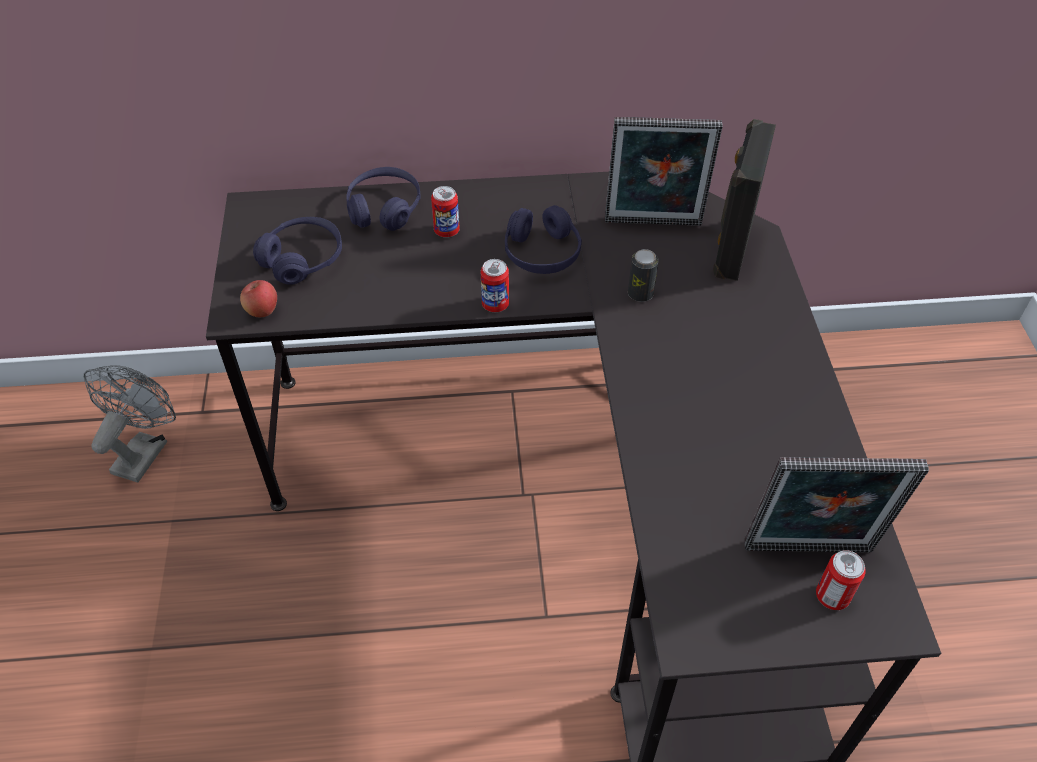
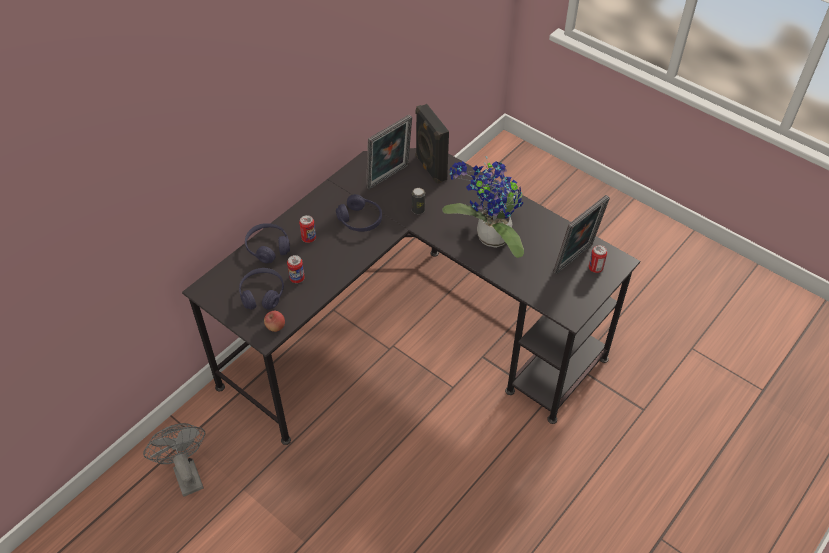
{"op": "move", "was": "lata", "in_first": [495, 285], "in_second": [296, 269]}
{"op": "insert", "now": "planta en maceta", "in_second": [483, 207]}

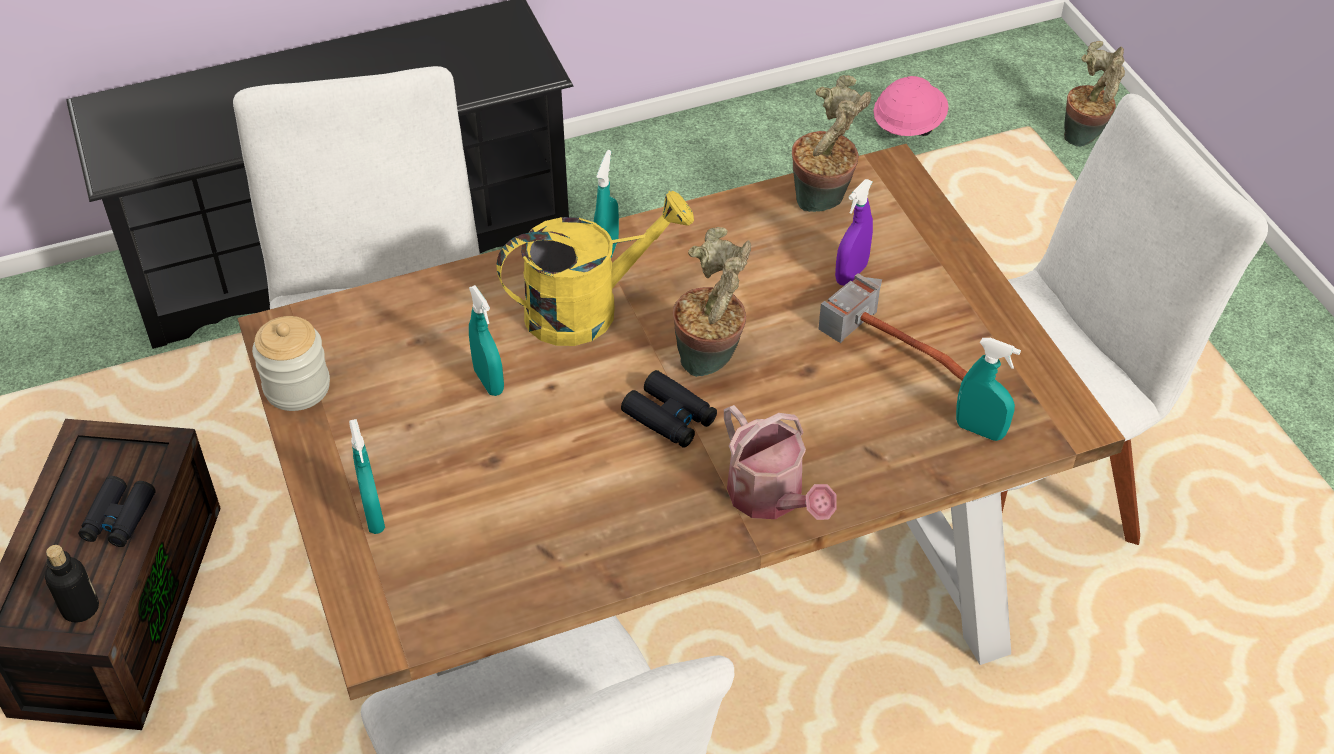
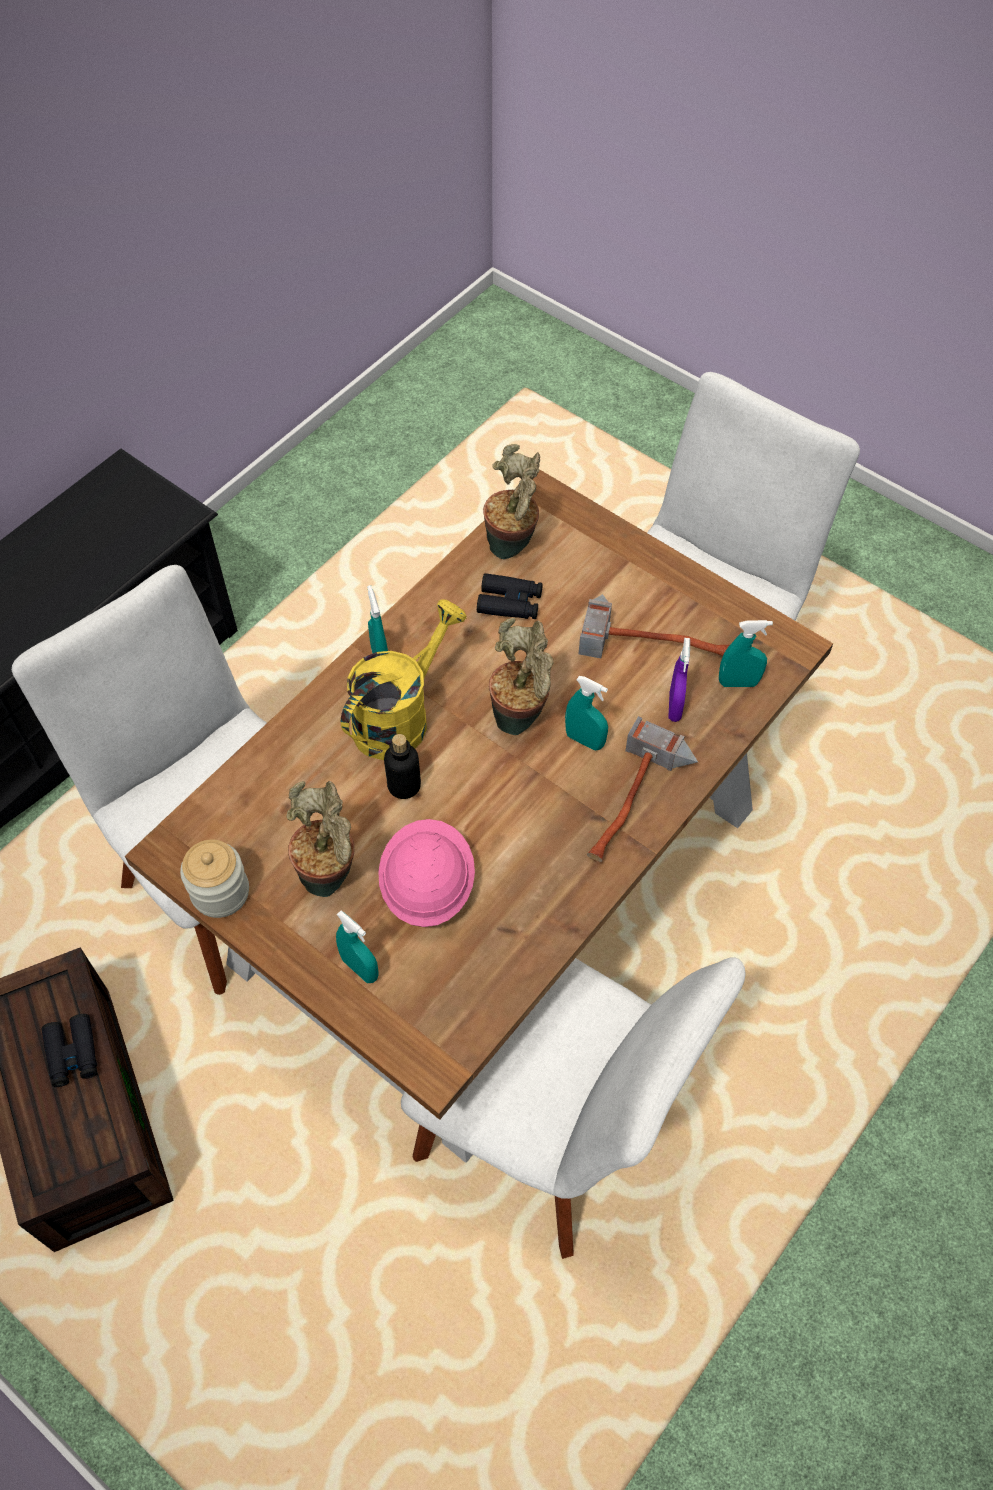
{"op": "move", "was": "planta en maceta", "in_first": [1094, 94], "in_second": [320, 839]}
{"op": "move", "was": "casco [rosa]", "in_first": [911, 106], "in_second": [426, 873]}
{"op": "move", "was": "pulverizador [morado]", "in_first": [854, 232], "in_second": [679, 680]}
{"op": "move", "was": "pulverizador [turquesa]", "in_first": [486, 340], "in_second": [586, 713]}
{"op": "move", "was": "prismáticos [negro]", "in_first": [669, 409], "in_second": [510, 596]}
{"op": "replace", "was": "regadera", "now": "martillo", "in_first": [780, 462], "in_second": [642, 789]}
{"op": "move", "was": "botella", "in_first": [72, 584], "in_second": [402, 766]}

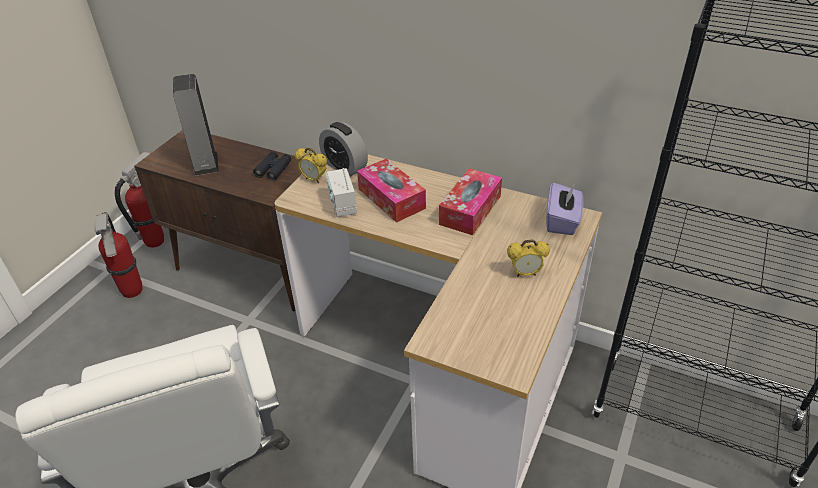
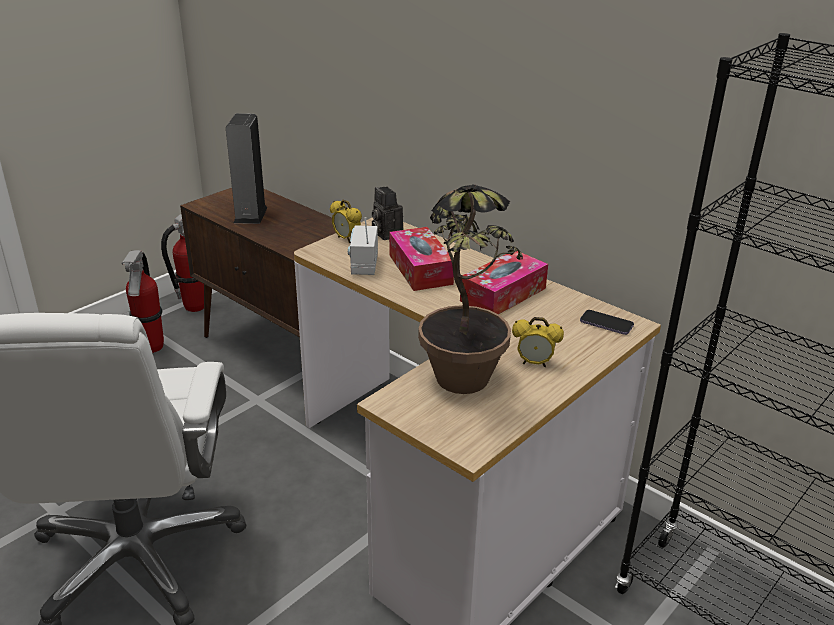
{"op": "replace", "was": "despertador", "now": "cámara", "in_first": [343, 149], "in_second": [387, 213]}
{"op": "delete", "was": "prismáticos [negro]", "in_first": [272, 166]}
{"op": "replace", "was": "caja de pañuelos [morado]", "now": "móvil", "in_first": [564, 209], "in_second": [607, 322]}
{"op": "insert", "now": "planta en maceta", "in_second": [470, 289]}

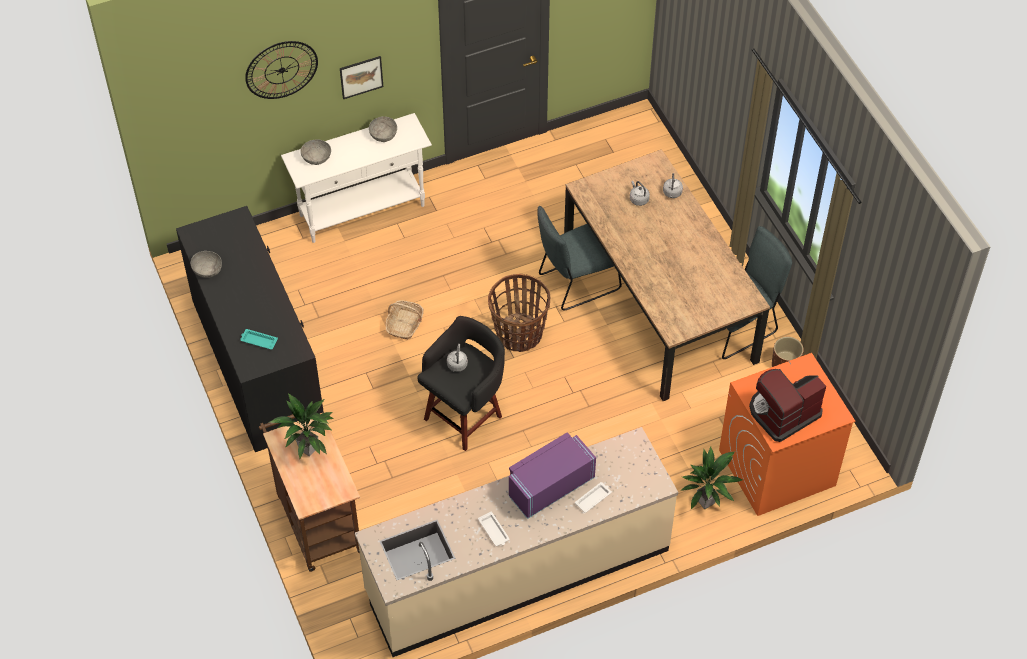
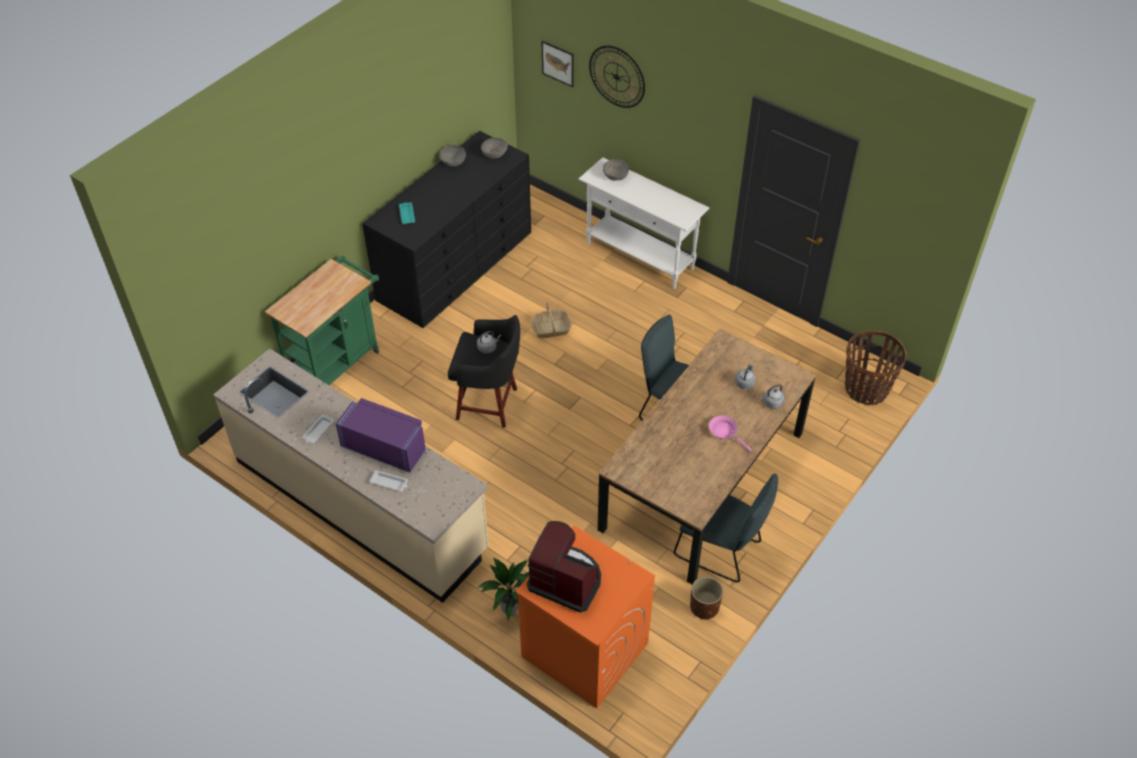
{"op": "move", "was": "cuadro", "in_first": [361, 77], "in_second": [558, 64]}
{"op": "move", "was": "cuenco [gris]", "in_first": [383, 129], "in_second": [494, 148]}
{"op": "move", "was": "cesta", "in_first": [519, 313], "in_second": [876, 367]}
{"op": "delete", "was": "planta en maceta", "in_first": [301, 426]}
{"op": "recolor", "was": "carrito [marrón]", "now": "carrito [verde]", "in_first": [309, 492], "in_second": [322, 320]}
{"op": "insert", "now": "sartén [rosa]", "in_second": [730, 433]}

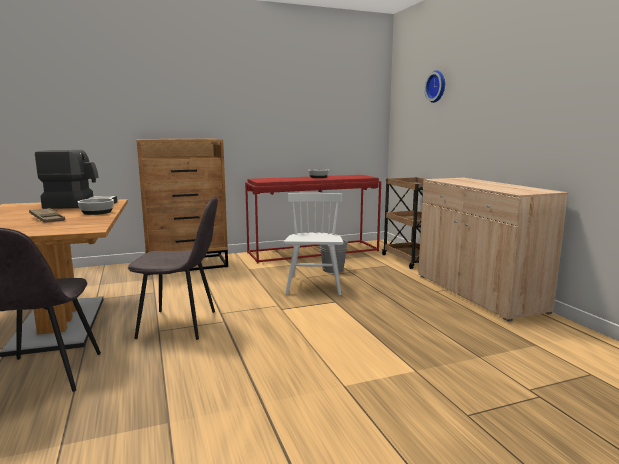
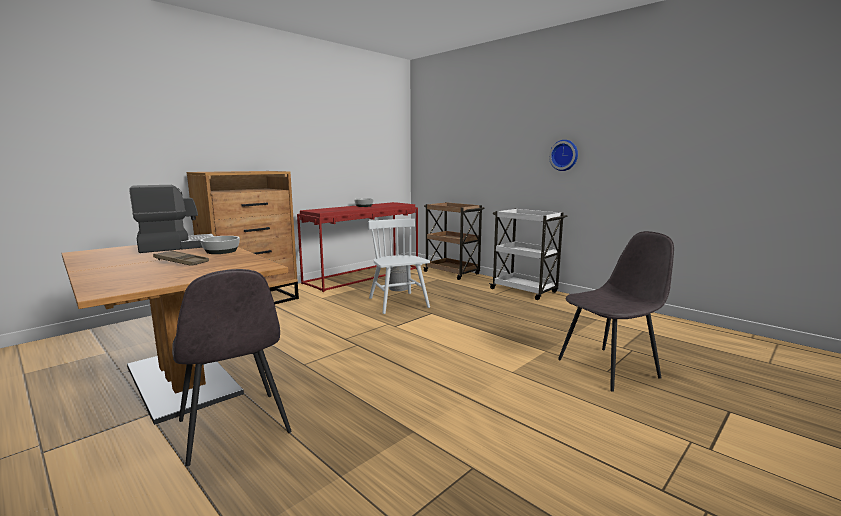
{"op": "move", "was": "reloj de pared", "in_first": [434, 86], "in_second": [563, 155]}
{"op": "replace", "was": "armario [beis]", "now": "carrito [blanco]", "in_first": [493, 250], "in_second": [528, 254]}
{"op": "move", "was": "silla [gris]", "in_first": [173, 268], "in_second": [616, 311]}

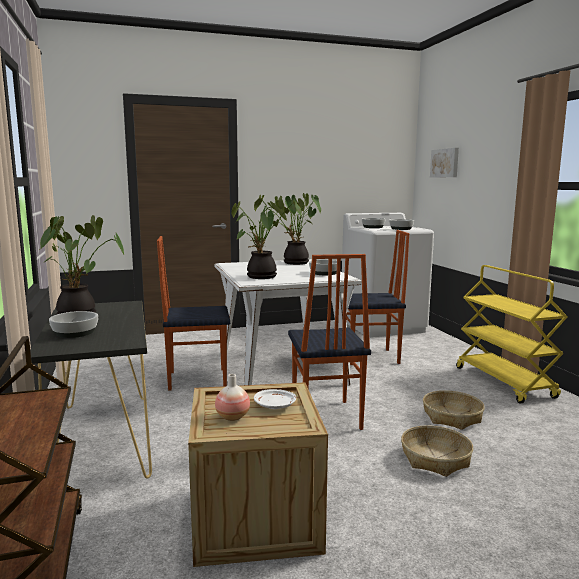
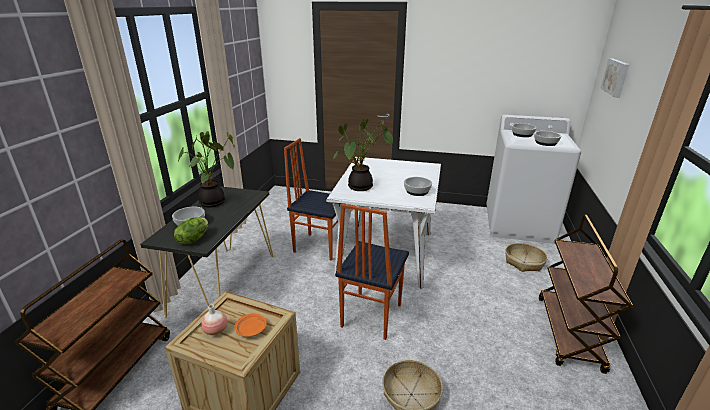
{"op": "delete", "was": "planta en maceta", "in_first": [292, 229]}
{"op": "delete", "was": "silla", "in_first": [377, 297]}
{"op": "recolor", "was": "carrito [amarillo]", "now": "carrito [marrón]", "in_first": [512, 334], "in_second": [586, 294]}
{"op": "recolor", "was": "plato [blanco]", "now": "plato [naranja]", "in_first": [275, 399], "in_second": [250, 325]}
{"op": "move", "was": "cesta", "in_first": [454, 410], "in_second": [526, 257]}
{"op": "insert", "now": "lechuga", "in_second": [191, 230]}

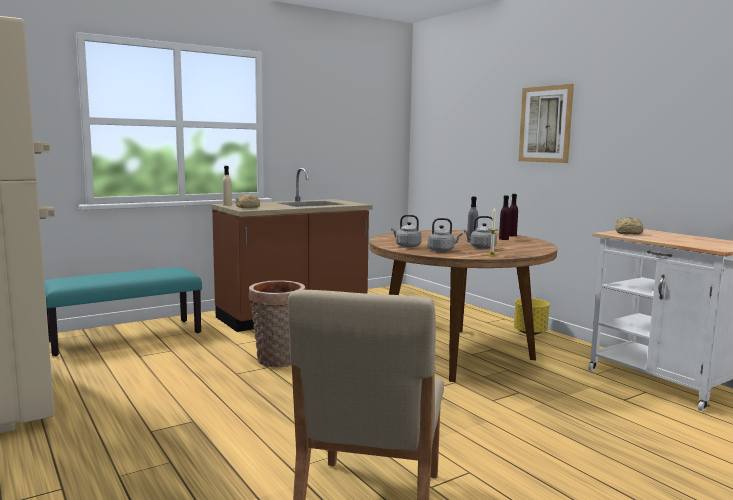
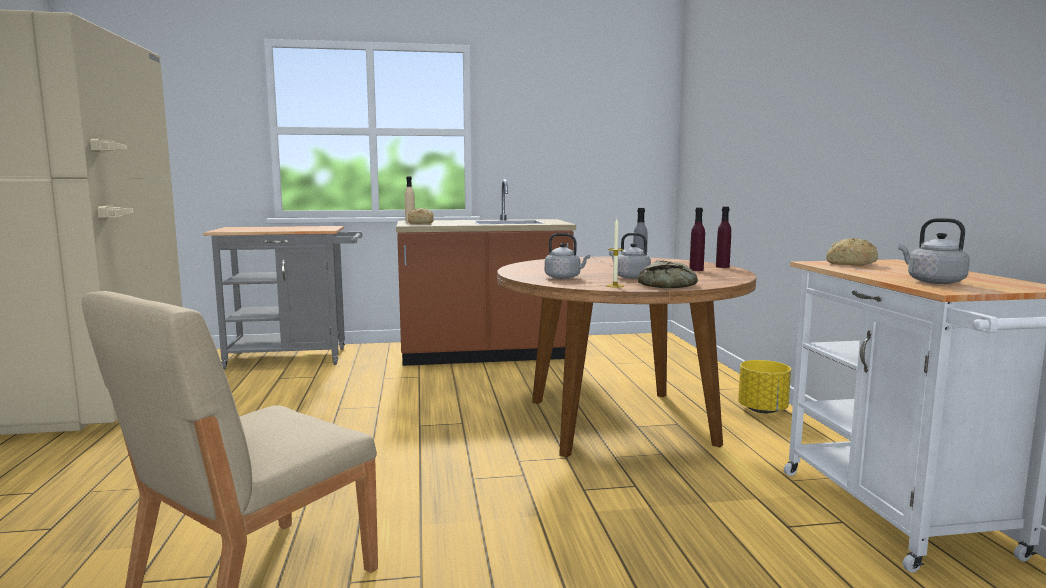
{"op": "delete", "was": "cuadro", "in_first": [546, 123]}
{"op": "move", "was": "hervidor [gris]", "in_first": [406, 231], "in_second": [934, 251]}
{"op": "replace", "was": "banco [turquesa]", "now": "carrito [gris]", "in_first": [123, 311], "in_second": [282, 297]}
{"op": "delete", "was": "cesta", "in_first": [277, 323]}
{"op": "insert", "now": "pan", "in_second": [668, 274]}

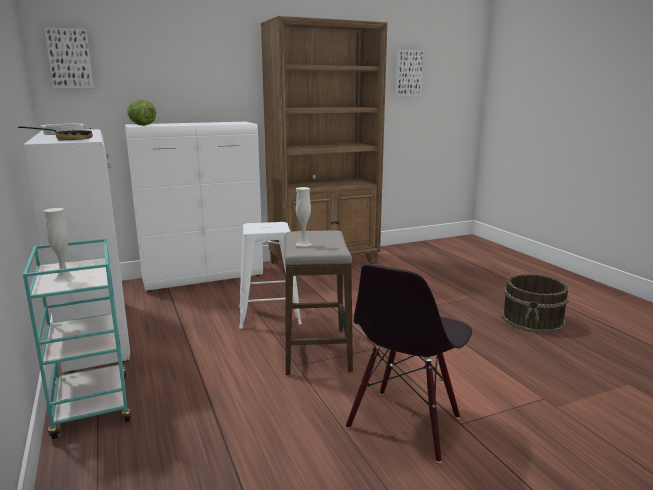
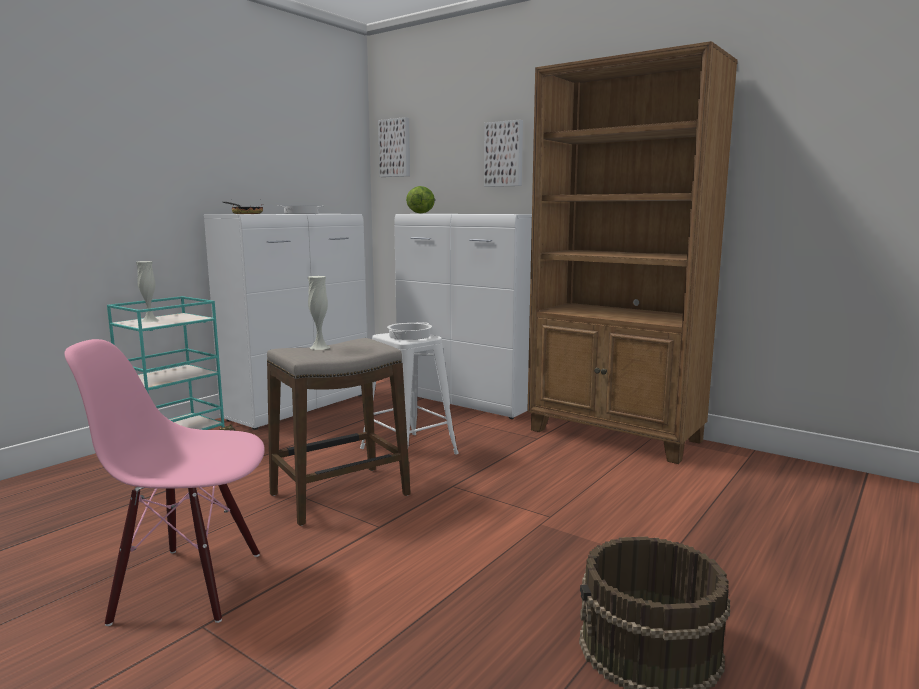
{"op": "move", "was": "cuadro", "in_first": [409, 73], "in_second": [503, 153]}
{"op": "recolor", "was": "silla [negro]", "now": "silla [rosa]", "in_first": [409, 363], "in_second": [164, 482]}
{"op": "insert", "now": "olla", "in_second": [409, 331]}

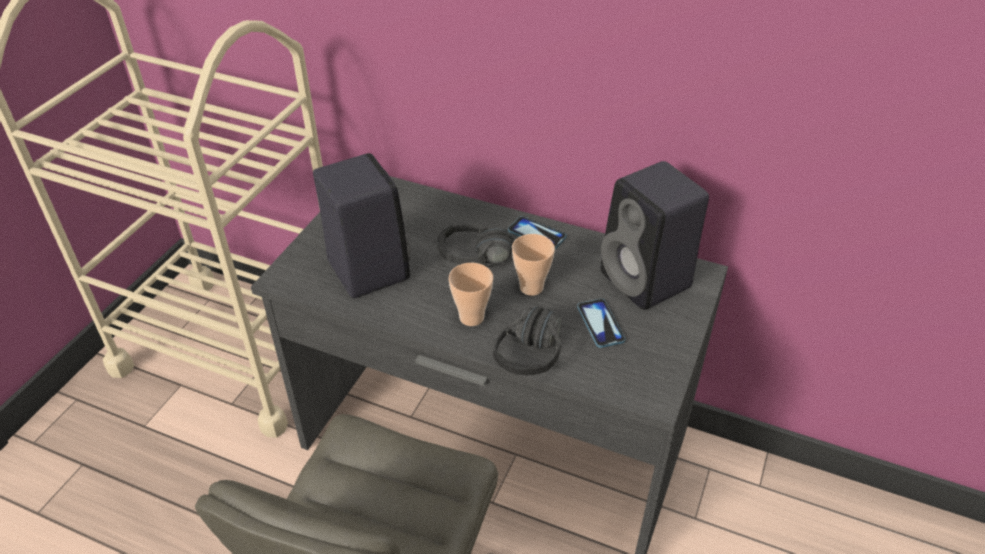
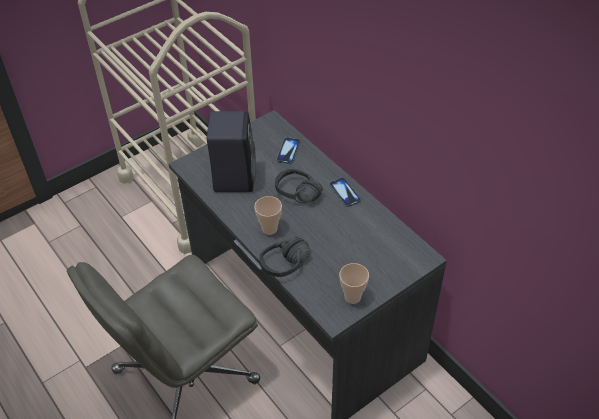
{"op": "delete", "was": "altavoz [negro]", "in_first": [654, 235]}
{"op": "move", "was": "taza", "in_first": [533, 265], "in_second": [354, 283]}
{"op": "move", "was": "móvil", "in_first": [601, 323], "in_second": [288, 150]}

